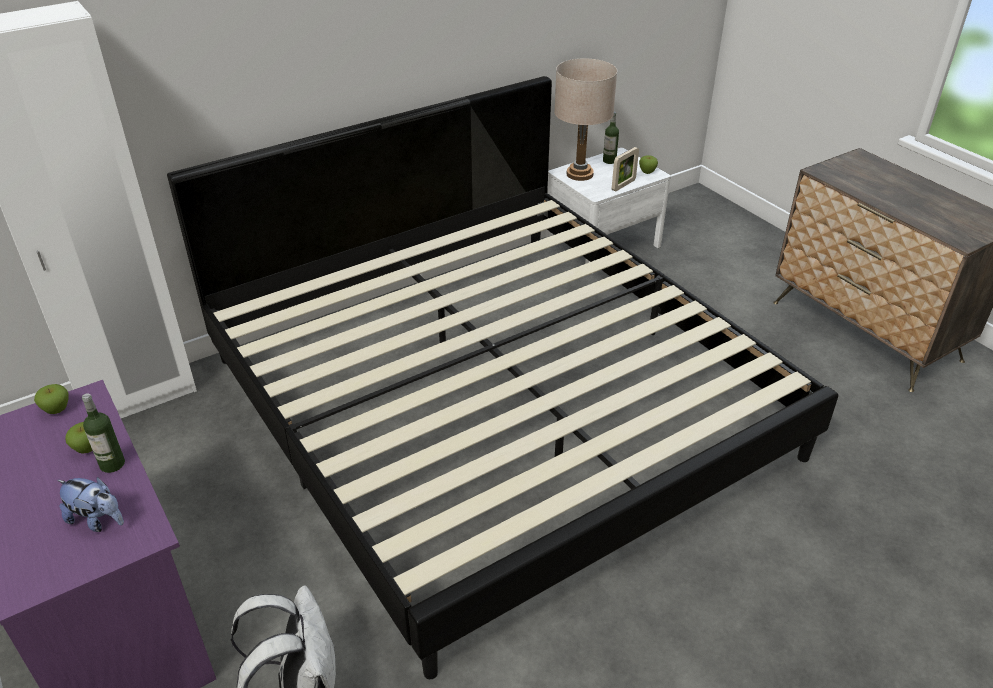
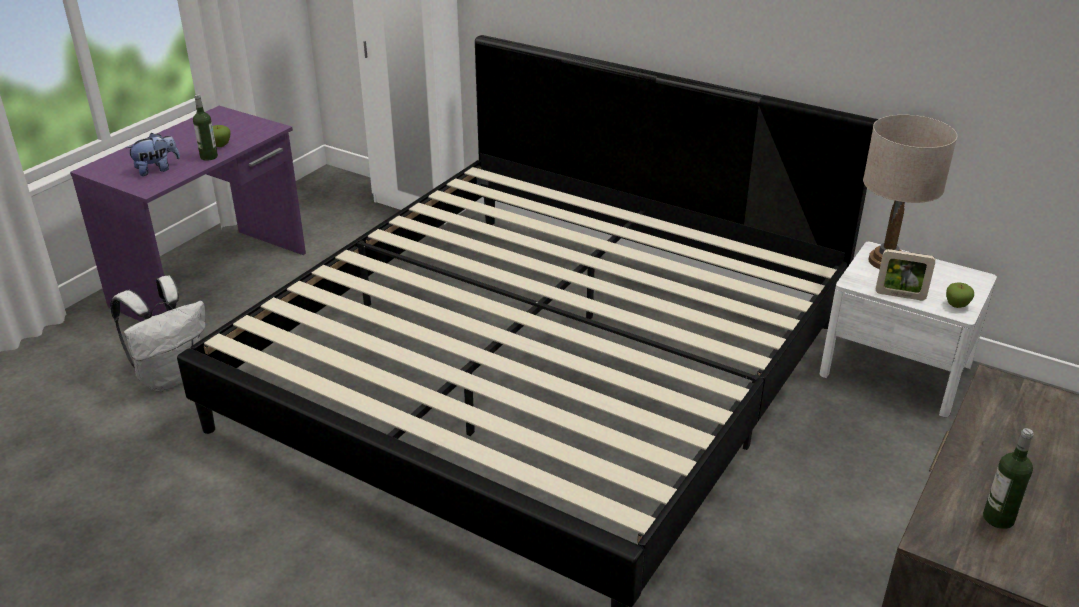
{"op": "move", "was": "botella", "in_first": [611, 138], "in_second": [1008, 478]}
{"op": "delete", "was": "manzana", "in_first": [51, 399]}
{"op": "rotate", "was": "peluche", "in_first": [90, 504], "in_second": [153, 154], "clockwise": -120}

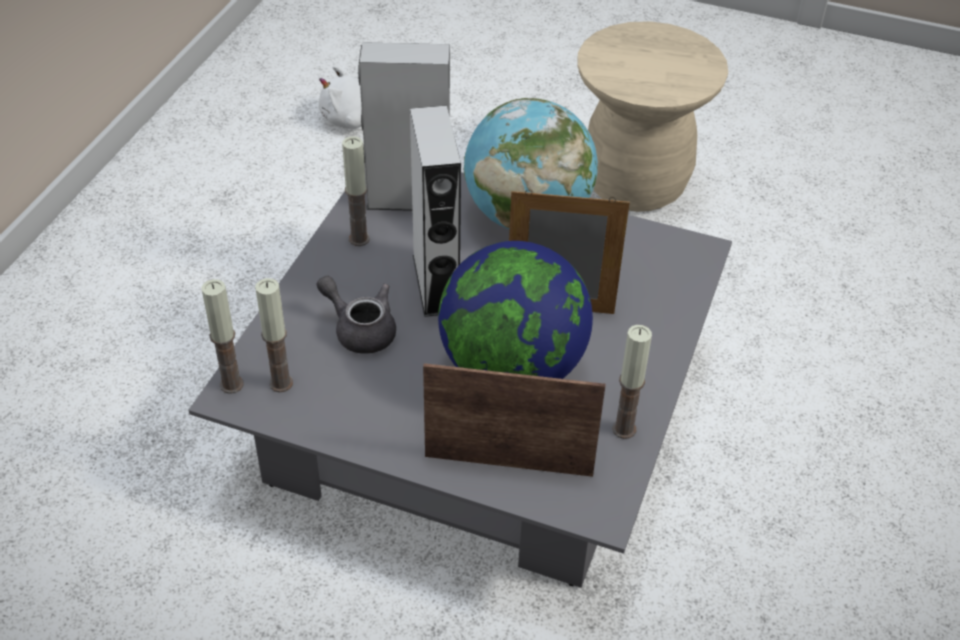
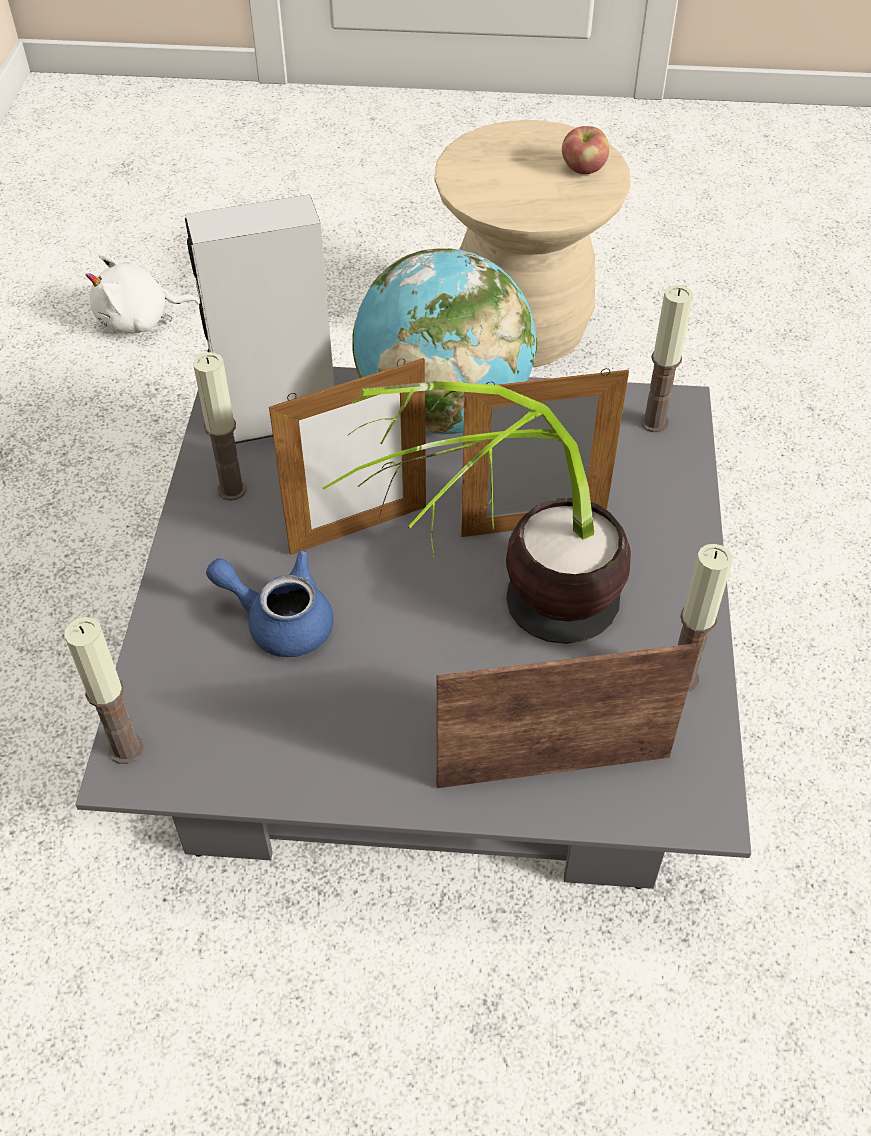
{"op": "replace", "was": "altavoz [gris]", "now": "portarretratos", "in_first": [435, 211], "in_second": [347, 456]}
{"op": "replace", "was": "globo terráqueo", "now": "planta en maceta", "in_first": [515, 310], "in_second": [477, 512]}
{"op": "recolor", "was": "tetera [gris]", "now": "tetera [azul]", "in_first": [356, 315], "in_second": [270, 603]}
{"op": "move", "was": "vela", "in_first": [274, 335], "in_second": [666, 358]}
{"op": "insert", "now": "manzana", "in_second": [585, 150]}

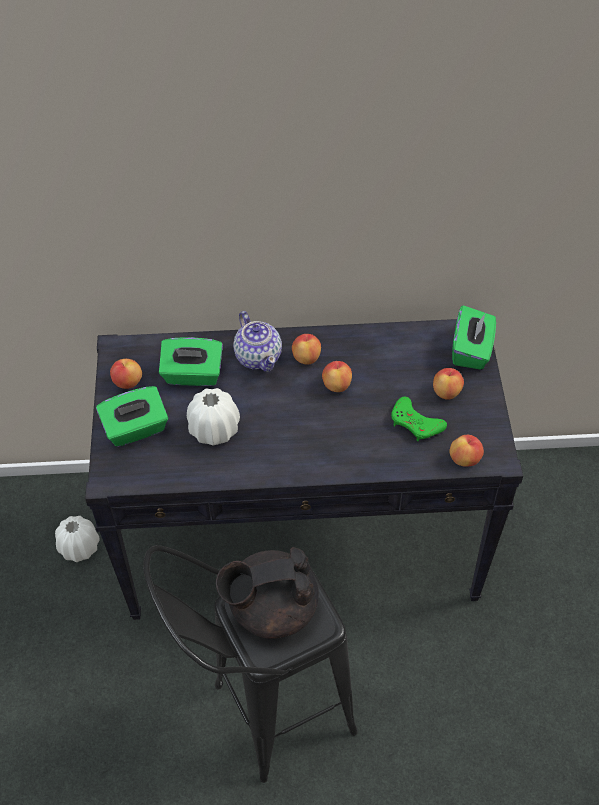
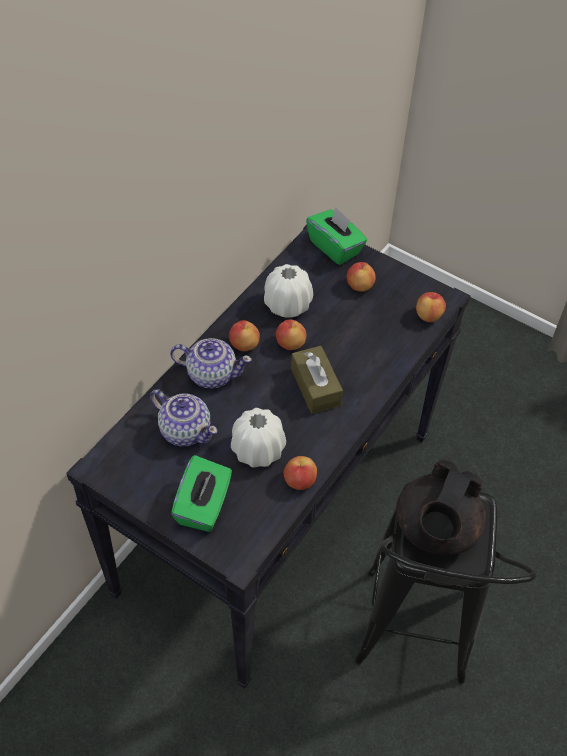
{"op": "replace", "was": "caja de pañuelos [verde]", "now": "tetera", "in_first": [191, 361], "in_second": [184, 418]}
{"op": "move", "was": "manzana", "in_first": [126, 374], "in_second": [300, 473]}
{"op": "delete", "was": "mando de consola [verde]", "in_first": [419, 418]}
{"op": "move", "was": "florero [blanco]", "in_first": [77, 539], "in_second": [288, 291]}
{"op": "insert", "now": "caja de pañuelos [marrón]", "in_second": [317, 380]}

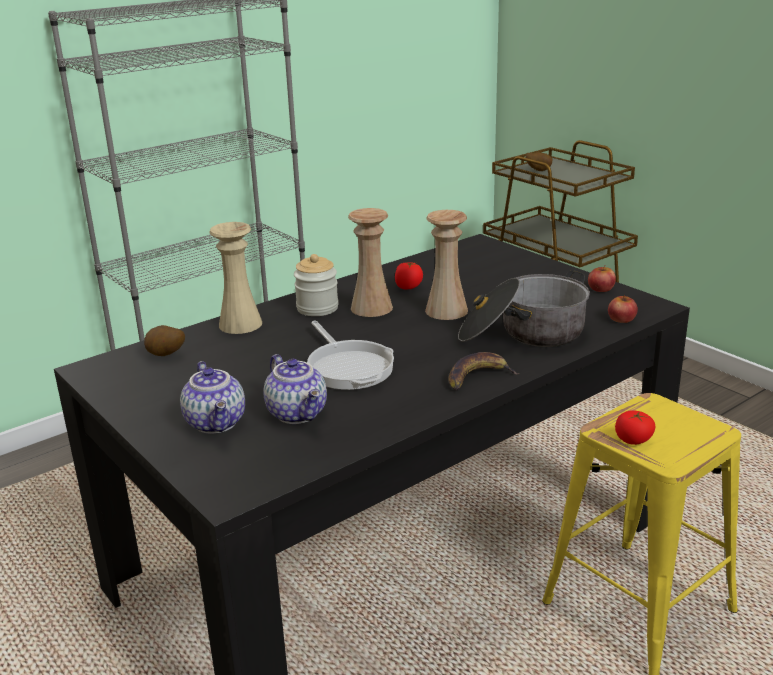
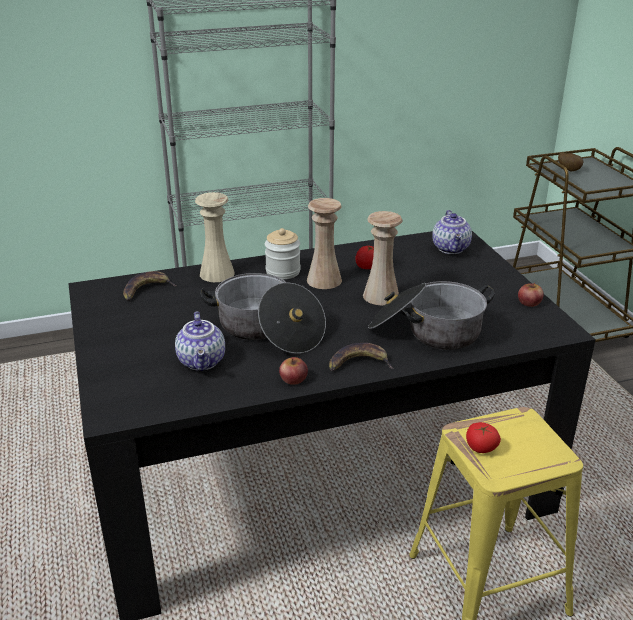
{"op": "move", "was": "manzana", "in_first": [623, 309], "in_second": [293, 371]}
{"op": "replace", "was": "sartén", "now": "olla", "in_first": [350, 355], "in_second": [263, 313]}
{"op": "replace", "was": "patata", "now": "plátano", "in_first": [164, 340], "in_second": [150, 286]}
{"op": "move", "was": "tetera", "in_first": [212, 397], "in_second": [452, 232]}

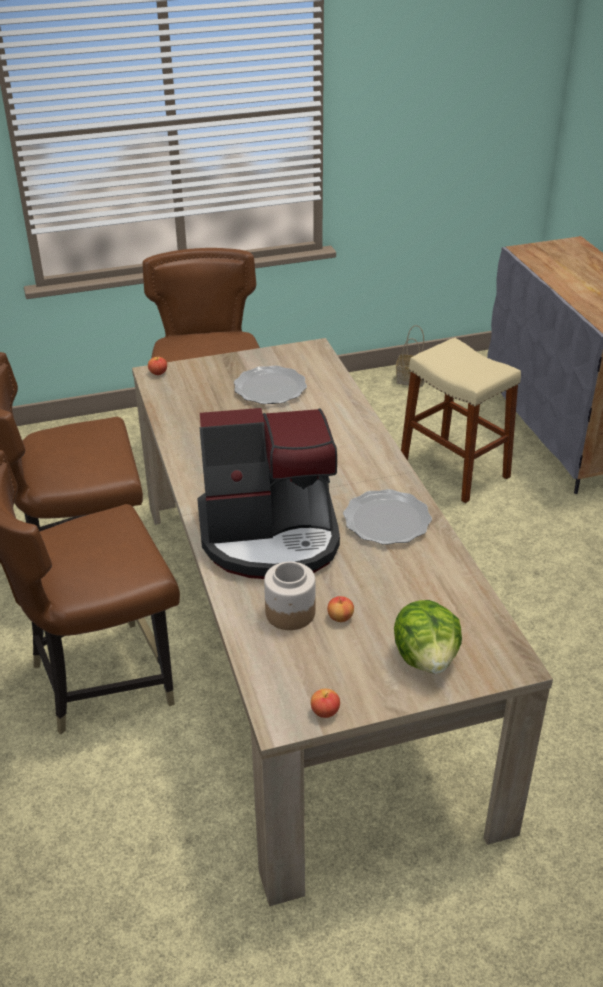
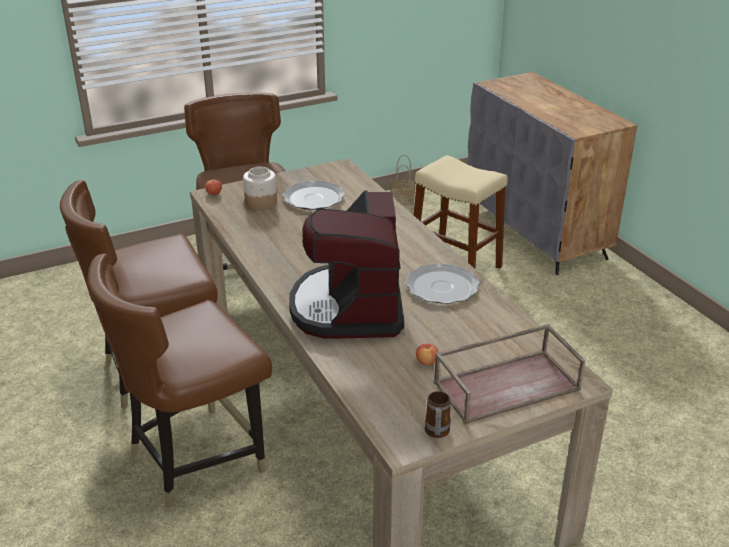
{"op": "rotate", "was": "cafetera", "in_first": [268, 493], "in_second": [346, 264], "clockwise": 105}
{"op": "move", "was": "tarro", "in_first": [289, 596], "in_second": [260, 188]}
{"op": "replace", "was": "lechuga", "now": "bandeja [marrón]", "in_first": [428, 637], "in_second": [509, 374]}
{"op": "replace", "was": "manzana", "now": "taza grande", "in_first": [325, 703], "in_second": [438, 414]}

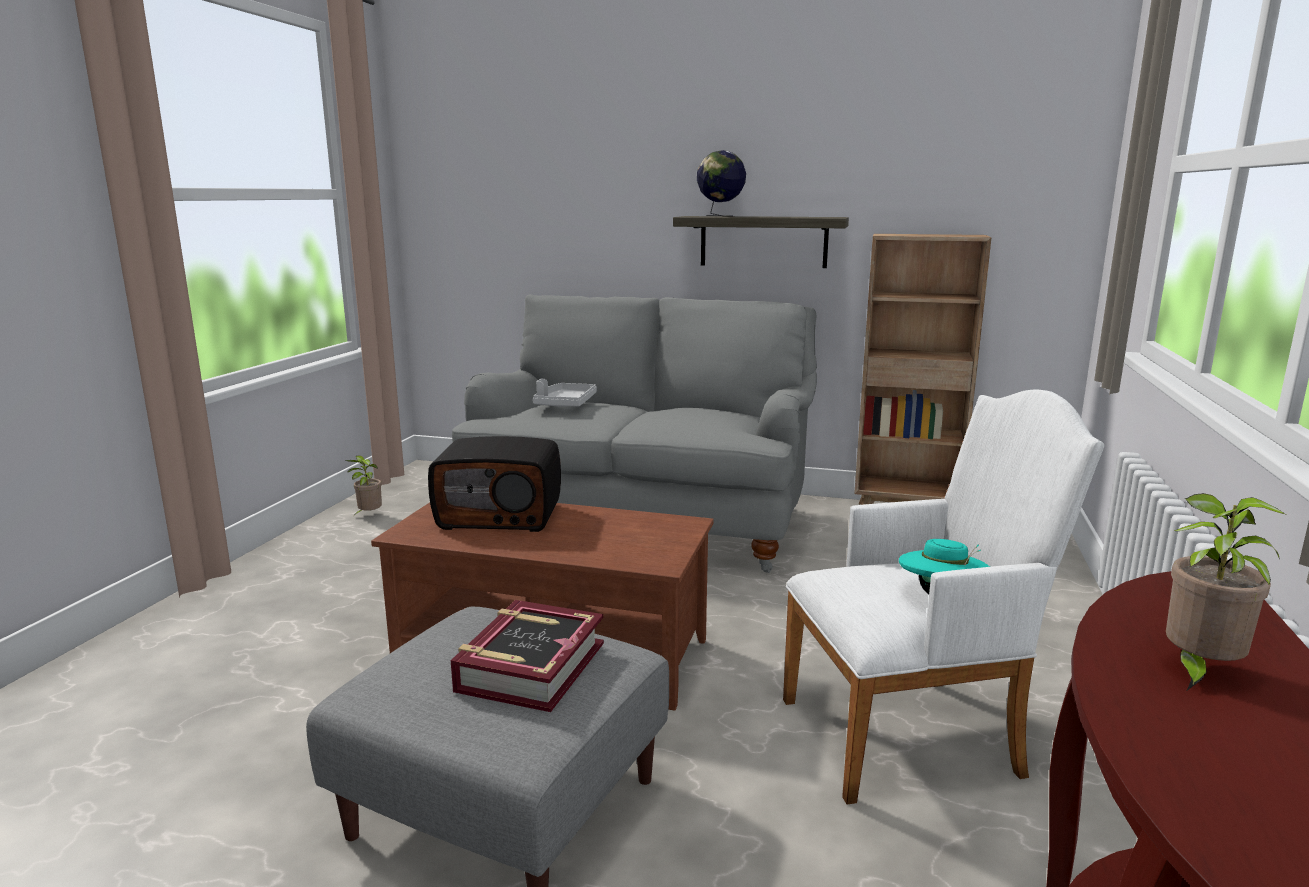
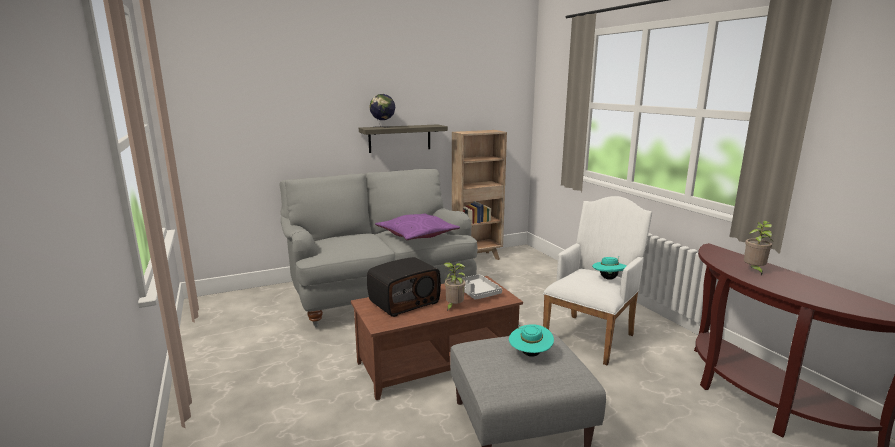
{"op": "move", "was": "bandeja [gris]", "in_first": [565, 393], "in_second": [482, 287]}
{"op": "move", "was": "planta en maceta", "in_first": [363, 485], "in_second": [454, 286]}
{"op": "replace", "was": "libro", "now": "sombrero [turquesa]", "in_first": [527, 656], "in_second": [531, 340]}
{"op": "insert", "now": "cojín [morado]", "in_second": [417, 226]}

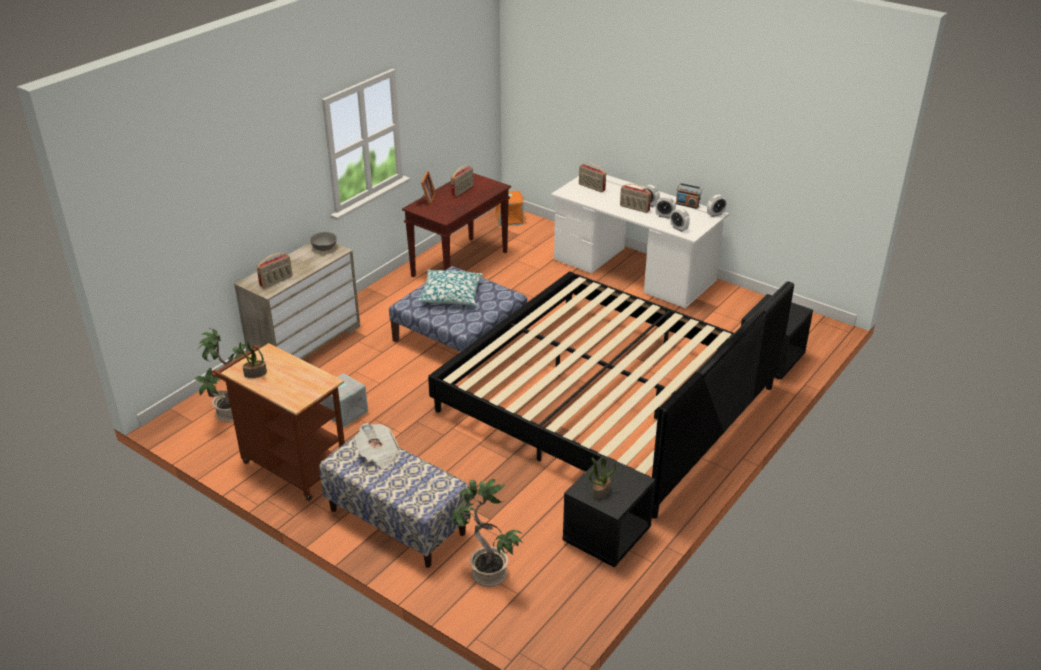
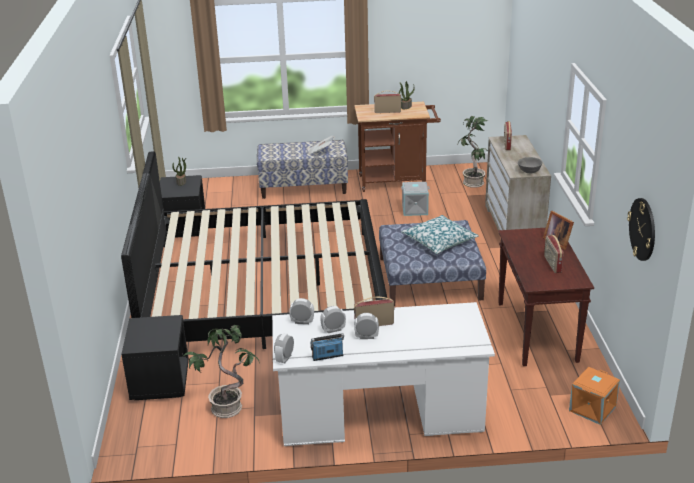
{"op": "move", "was": "radio", "in_first": [592, 177], "in_second": [387, 102]}
{"op": "move", "was": "planta en maceta", "in_first": [486, 533], "in_second": [221, 371]}
{"op": "insert", "now": "reloj de pared", "in_second": [641, 229]}

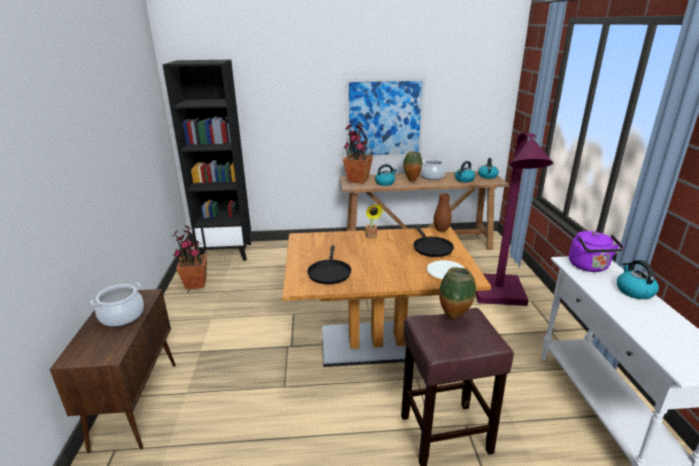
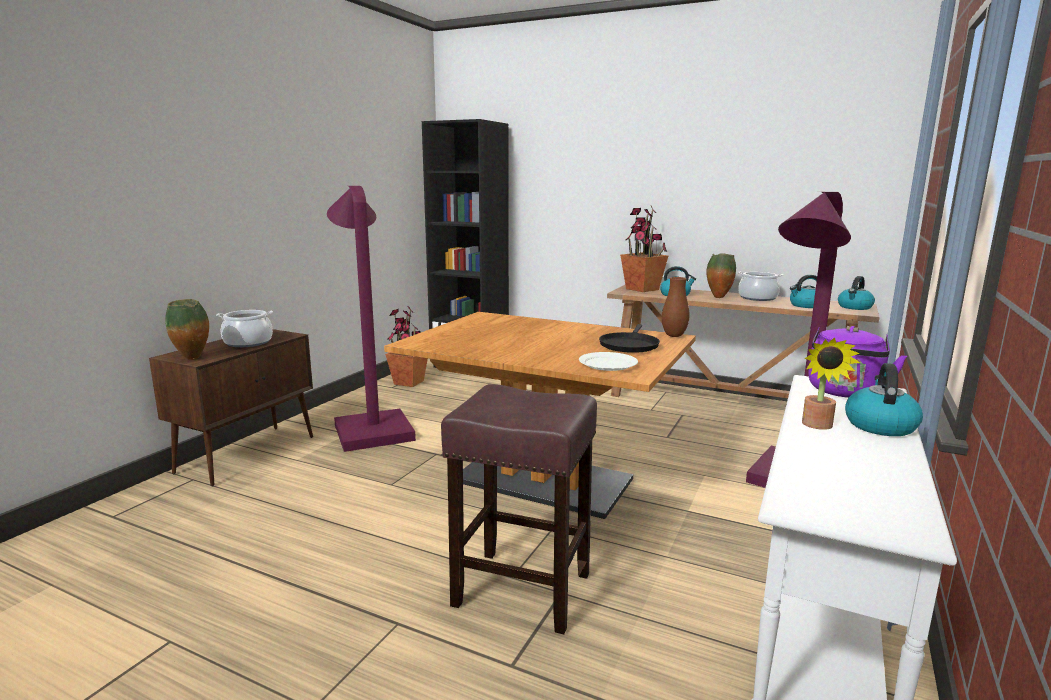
{"op": "delete", "was": "cuadro", "in_first": [385, 117]}
{"op": "move", "was": "planta en maceta", "in_first": [375, 221], "in_second": [831, 383]}
{"op": "delete", "was": "sartén [negro]", "in_first": [329, 265]}
{"op": "move", "was": "florero", "in_first": [457, 293], "in_second": [187, 329]}
{"op": "insert", "now": "lámpara de pie [morado]", "in_second": [371, 319]}

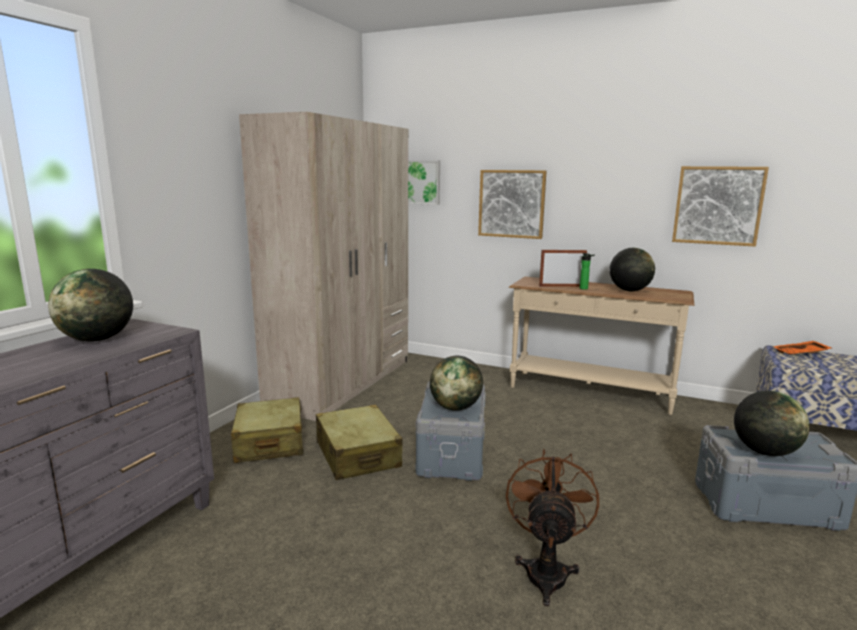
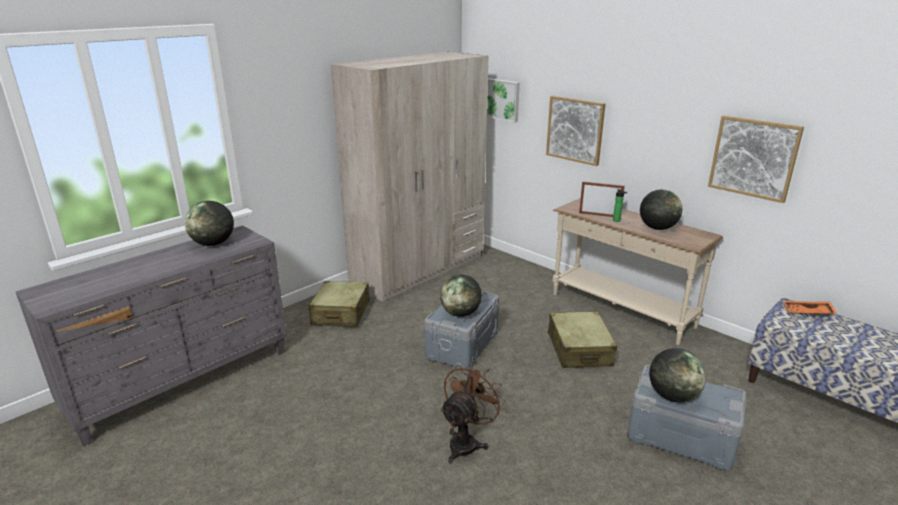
{"op": "move", "was": "maleta [beis]", "in_first": [359, 442], "in_second": [582, 339]}

